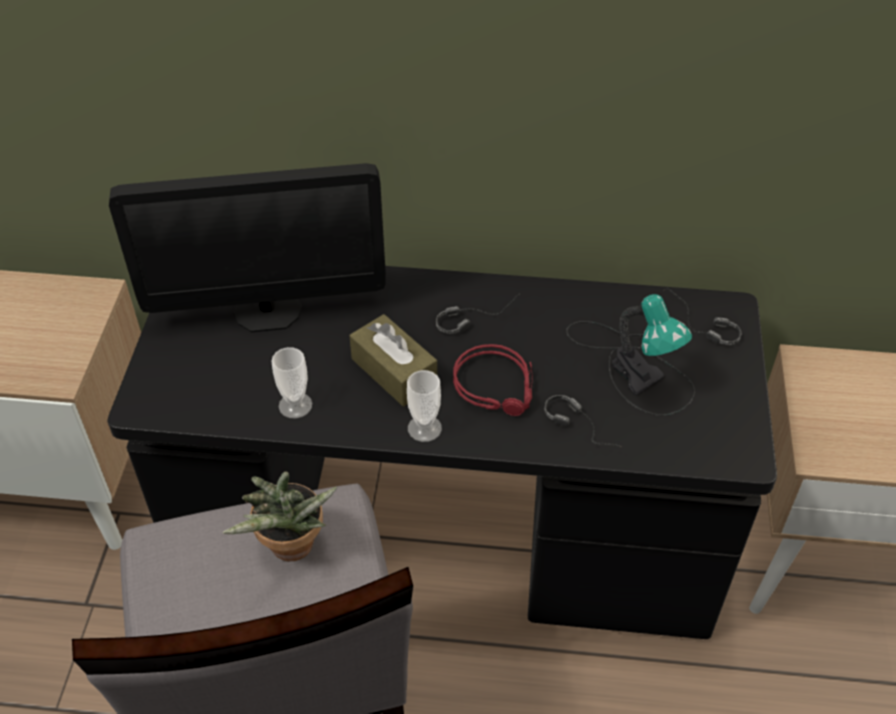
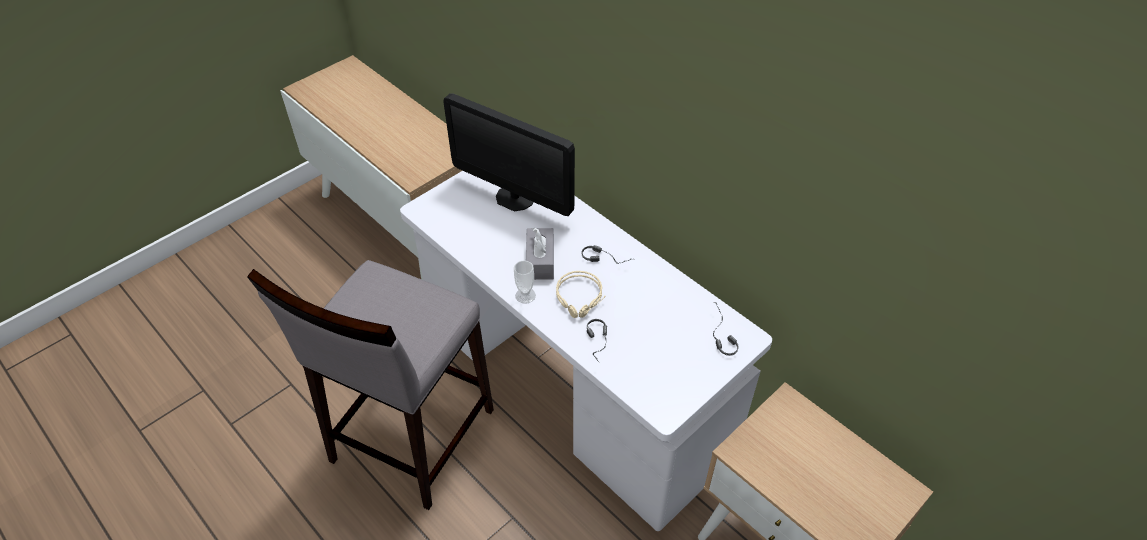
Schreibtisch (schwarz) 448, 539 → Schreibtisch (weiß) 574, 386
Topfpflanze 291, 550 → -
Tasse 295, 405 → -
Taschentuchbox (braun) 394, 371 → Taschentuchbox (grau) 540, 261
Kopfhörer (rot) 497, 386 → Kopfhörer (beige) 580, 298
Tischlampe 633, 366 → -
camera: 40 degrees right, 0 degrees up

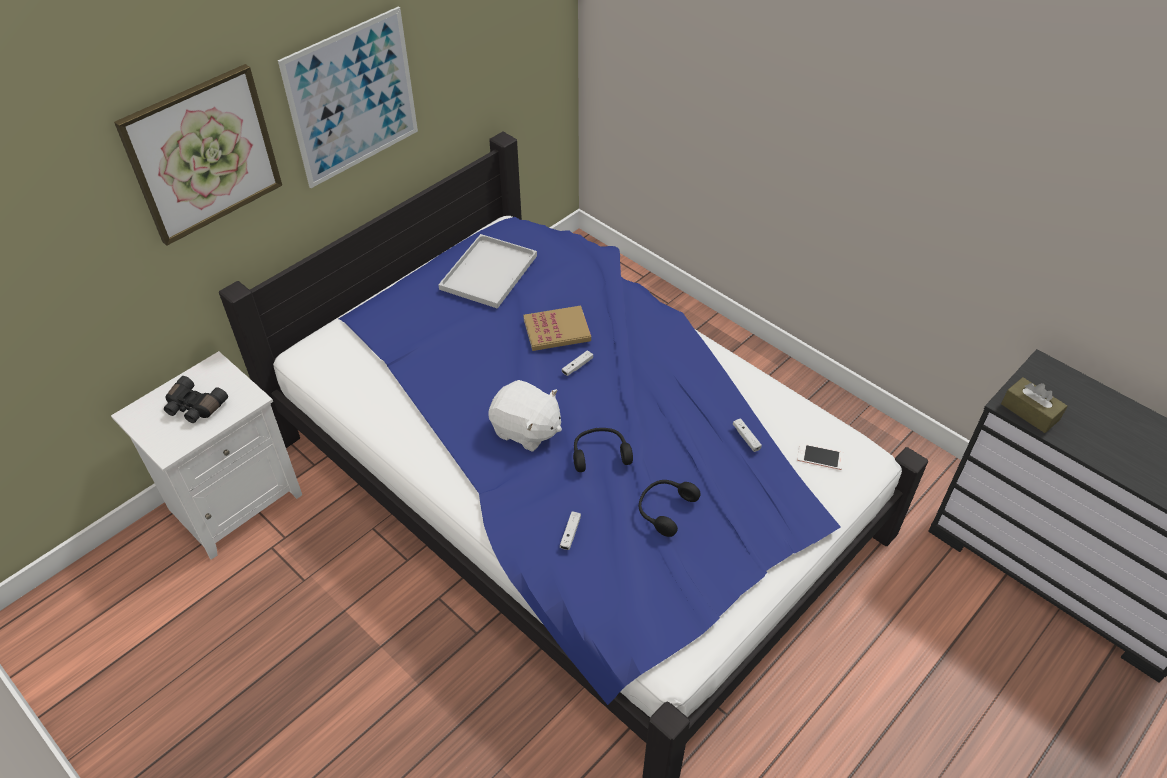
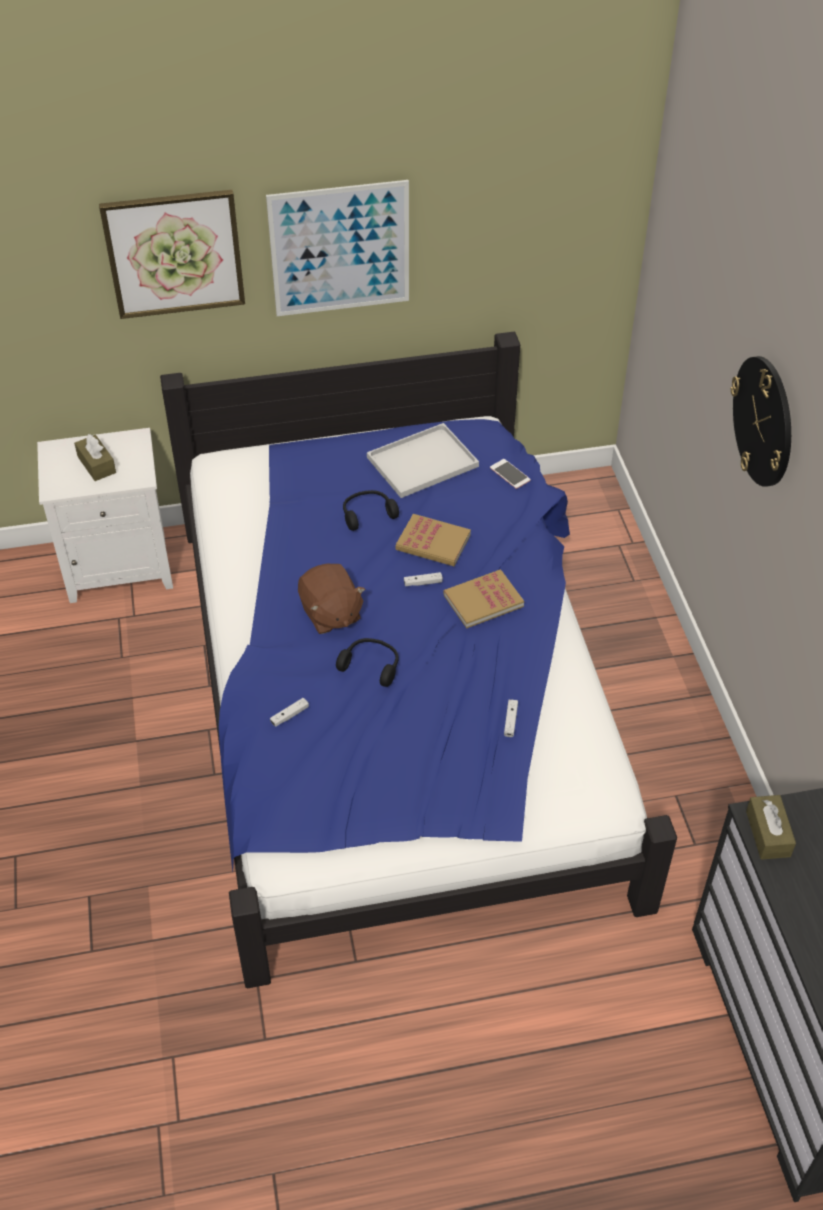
Fernglas (schwarz) 194, 407 → Taschentuchbox (braun) 96, 465
Plüschtier (weiß) 526, 430 → Plüschtier (braun) 330, 614
Kopfhörer (schwarz) 664, 509 → Kopfhörer (schwarz) 367, 514, moved
Handy 820, 457 → Handy 510, 474, moved
- → Buch 483, 601
- → Wanduhr 763, 421
camera: 35 degrees right, 0 degrees up

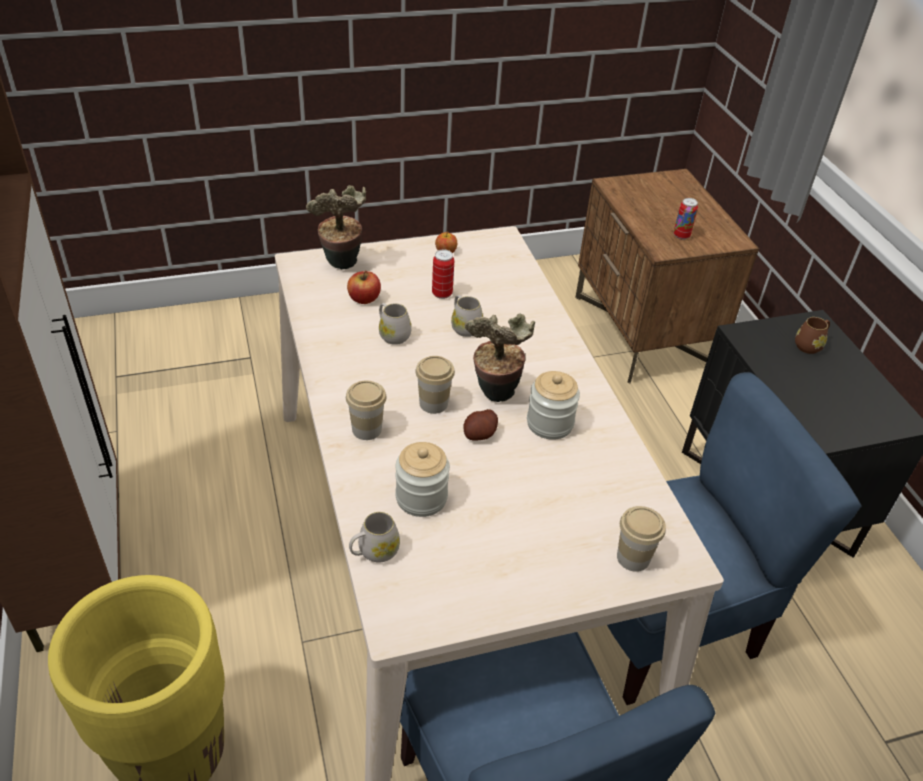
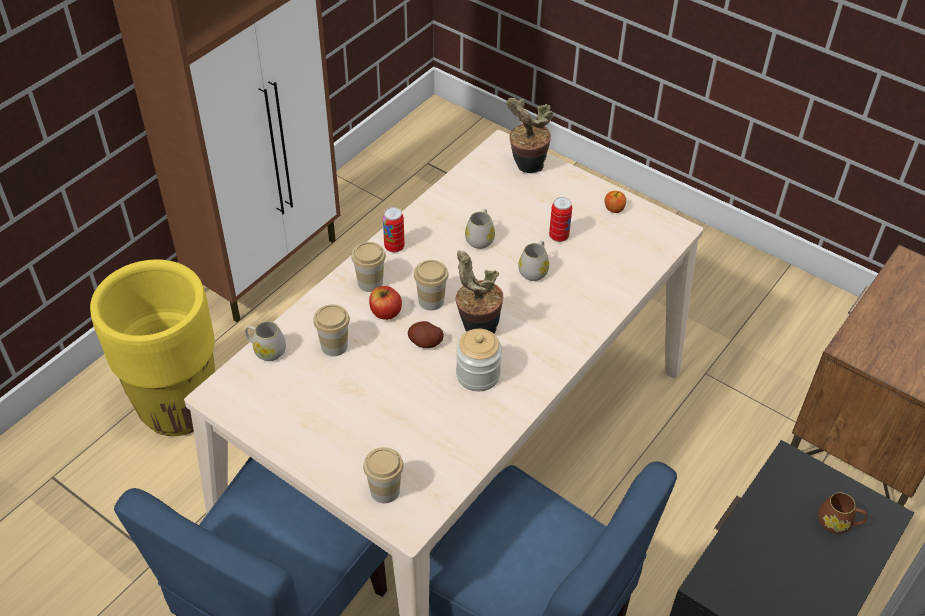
Apfel 364, 299 → Apfel 385, 312, moved
Vorratsglas 421, 497 → Tasse 334, 346
Dose 681, 236 → Dose 394, 247, moved
camera: 55 degrees right, 5 degrees up

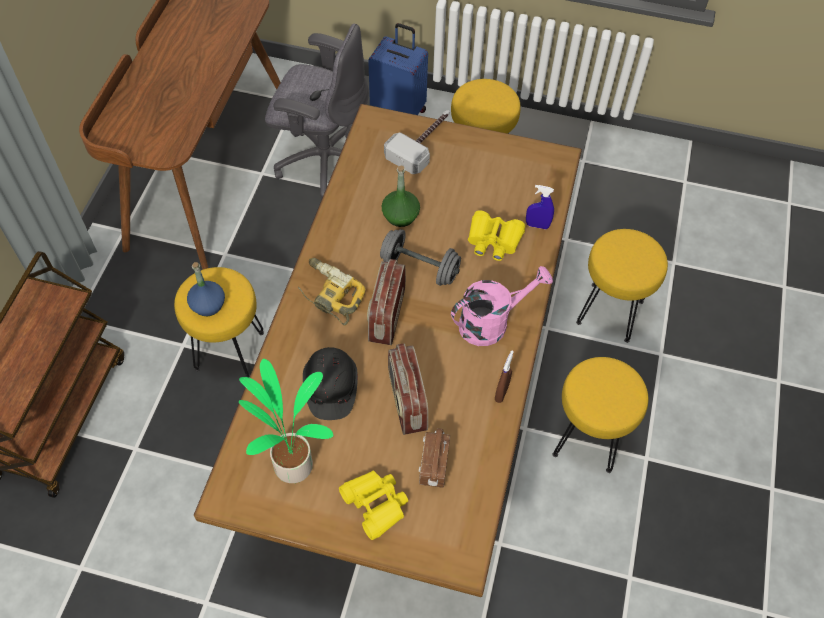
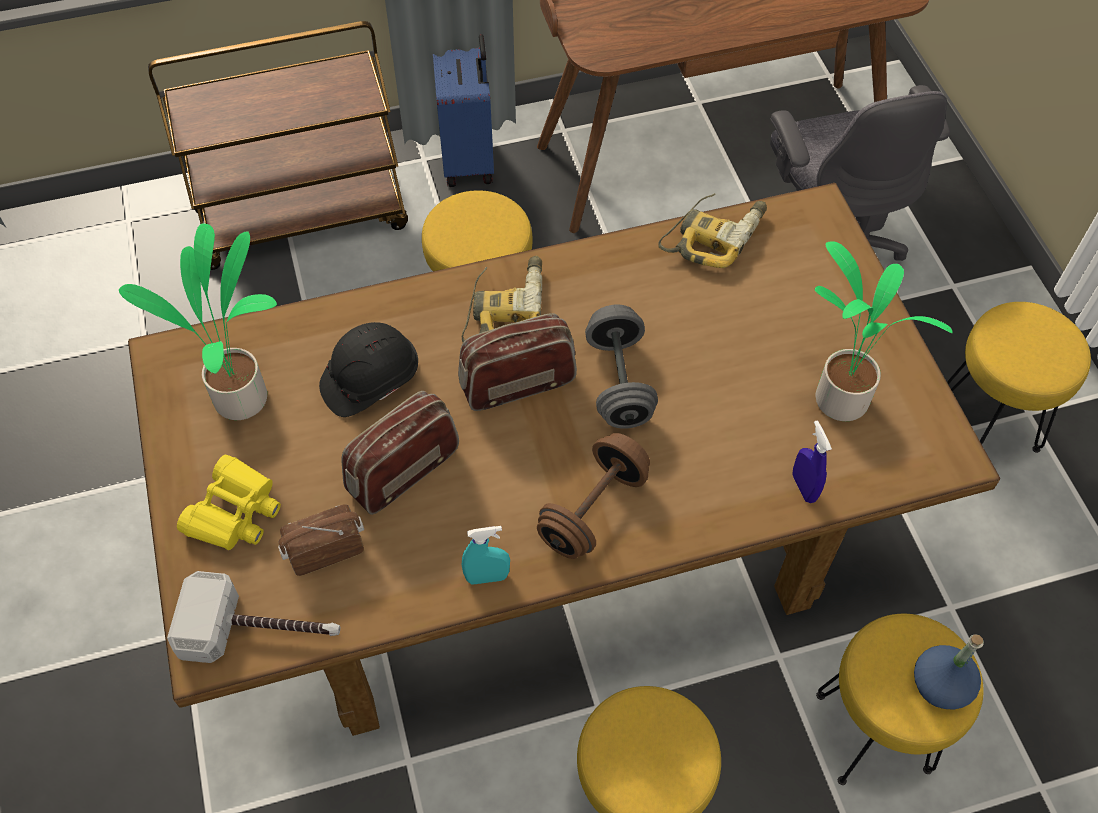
Flasche (blau) 208, 305 → Flasche (blau) 940, 684, moved
Koffer (blau) 399, 112 → Koffer (blau) 470, 161, moved
Flasche (grün) 400, 216 → -
Hammer 423, 143 → Hammer 262, 629, moved
Gießkanne (rosa) 491, 322 → Hantel (braun) 593, 510
Fernglas (gelb) 493, 240 → -
Sprühflasche (braun) 501, 392 → Sprühflasche (türkis) 487, 577
- → Bohrmaschine 714, 235
- → Topfpflanze 837, 400
camera: 60 degrees right, 0 degrees up

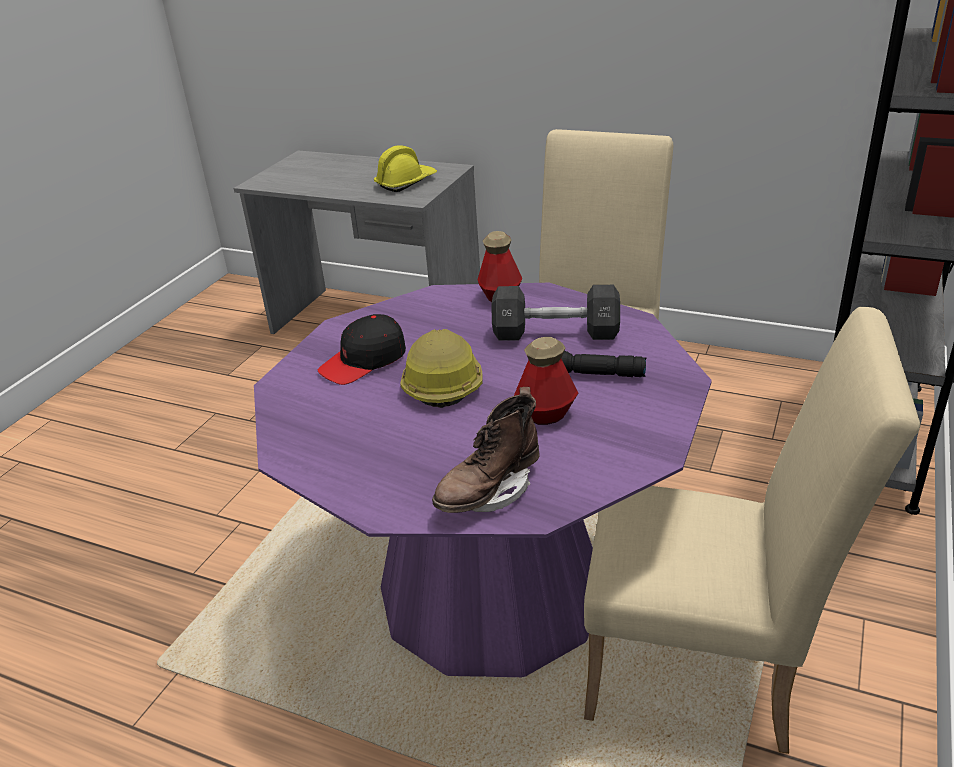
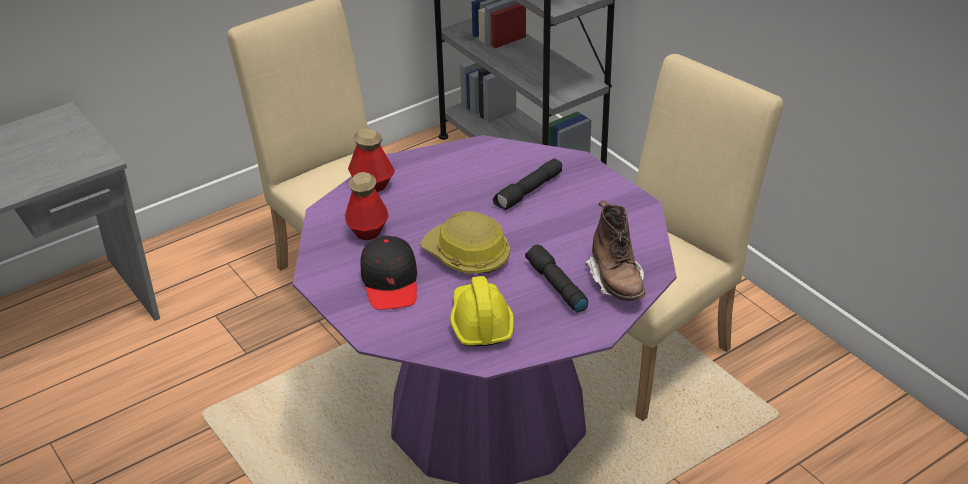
Schutzhelm (gelb) 406, 183 → Schutzhelm (gelb) 480, 322, moved
Hantel (schwarz) 556, 333 → -
Flasche 546, 414 → Flasche 368, 231, moved
- → Taschenlampe (schwarz) 555, 286
camera: 60 degrees left, 5 degrees up

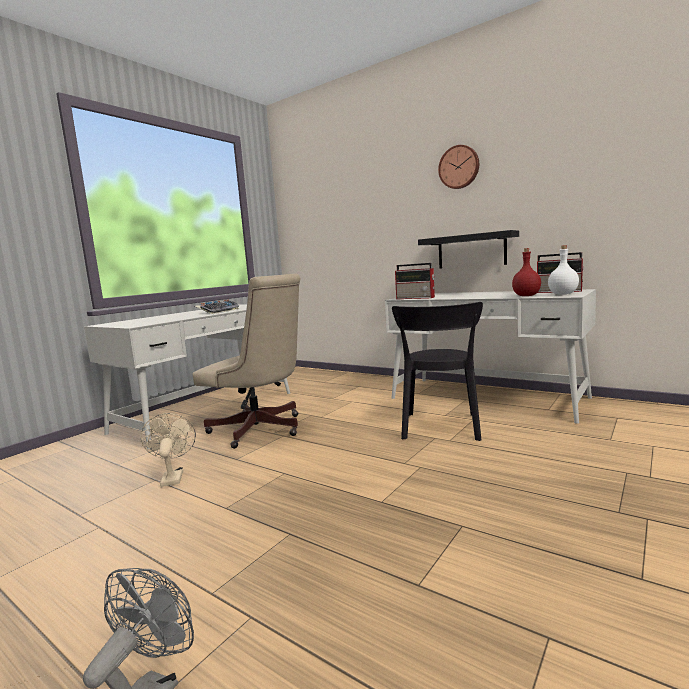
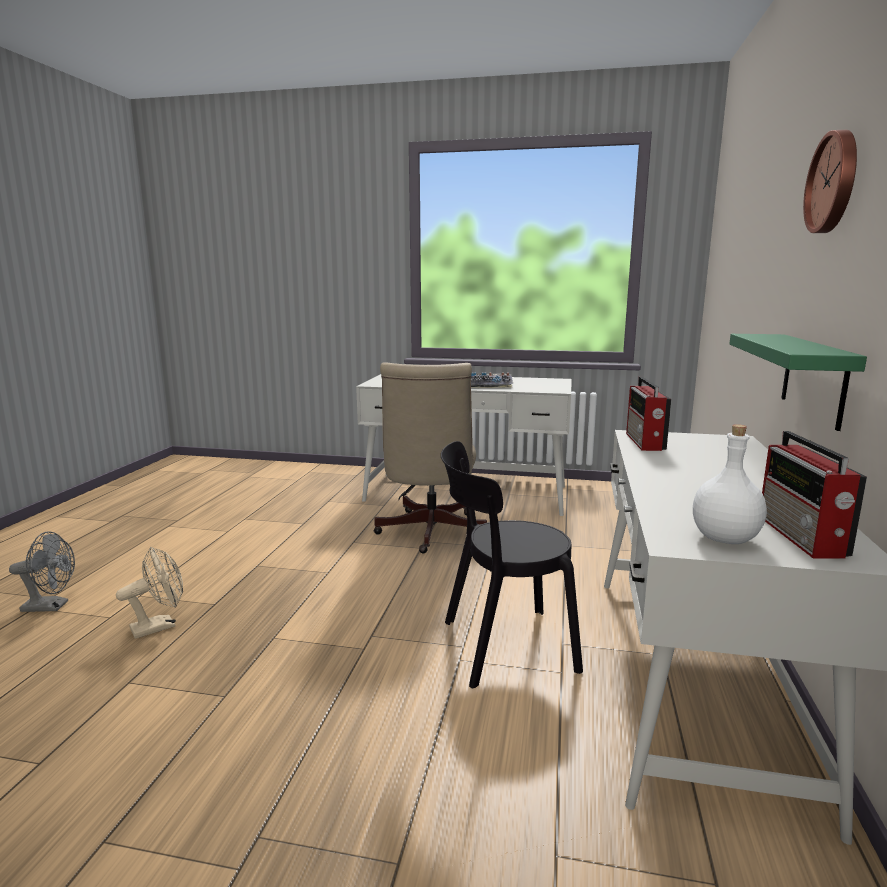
Ventilator (beige) 172, 477 → Ventilator (beige) 160, 626, moved
Wandregal (schwarz) 471, 251 → Wandregal (grün) 813, 378
Flasche (rot) 526, 296 → -
camera: 65 degrees right, 5 degrees up

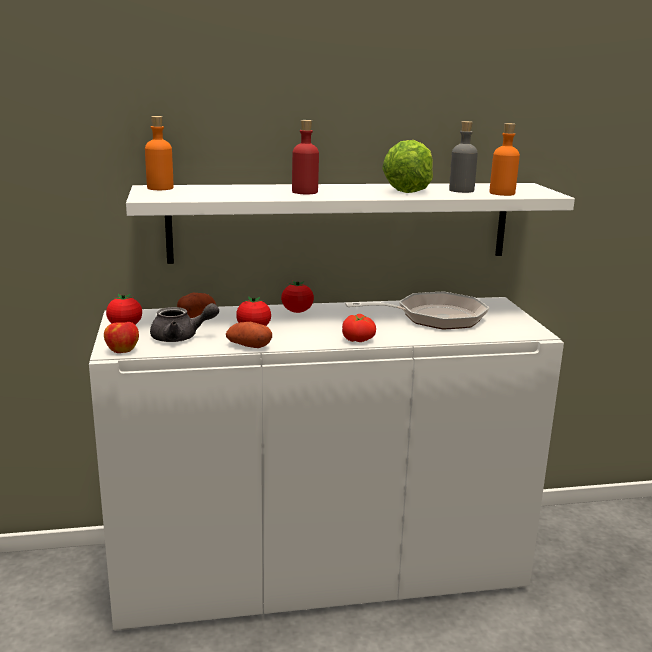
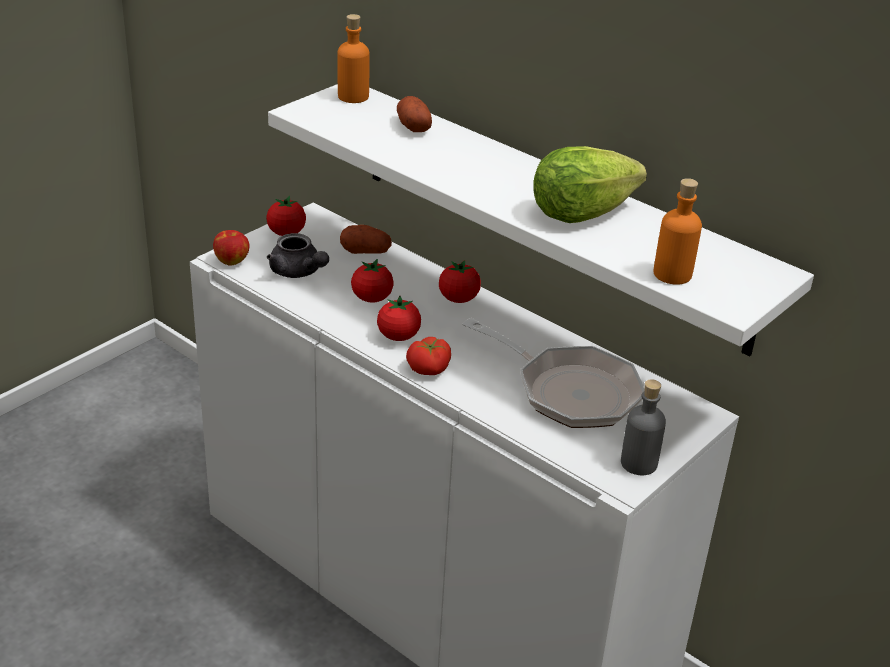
Kartoffel 248, 346 → Kartoffel 413, 126, moved
Flasche (rot) 305, 192 → -
Flasche (grau) 461, 190 → Flasche (grau) 639, 463, moved
- → Tomate 398, 336
camera: 50 degrees right, 15 degrees up

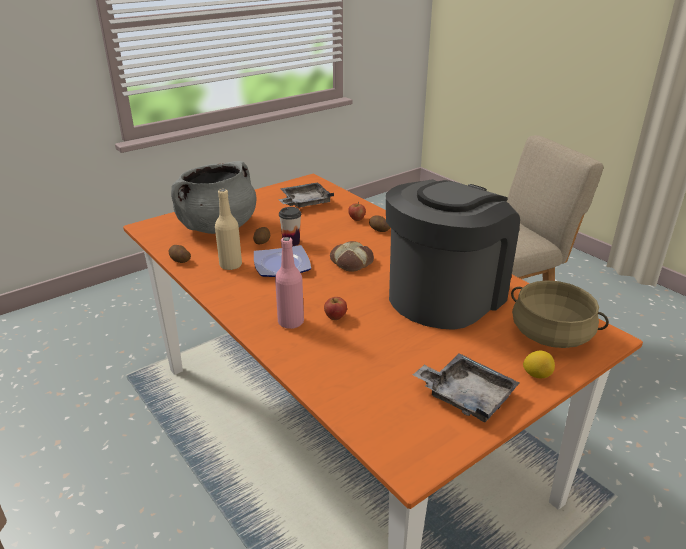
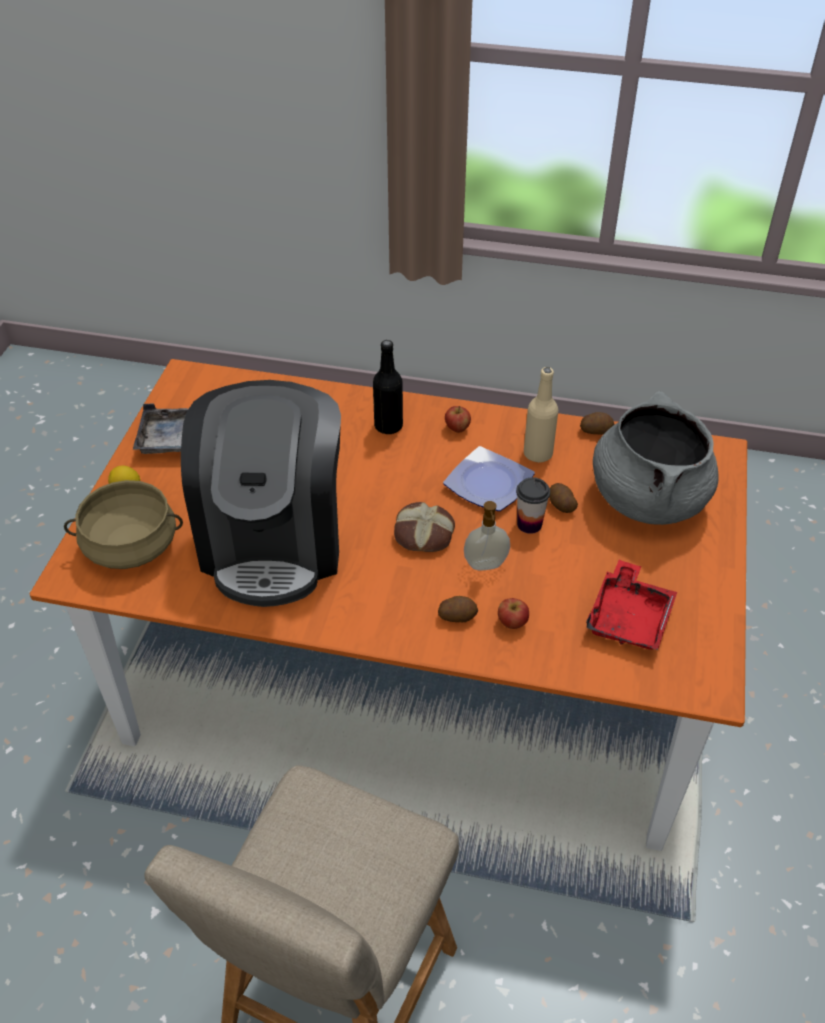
Flasche (rosa) 291, 322 → Flasche (schwarz) 388, 426
Tablett (grau) 305, 202 → Tablett (rot) 629, 617
Apfel 335, 317 → Apfel 457, 428, moved
- → Seifenspender 486, 565
camera: 140 degrees right, 15 degrees up

